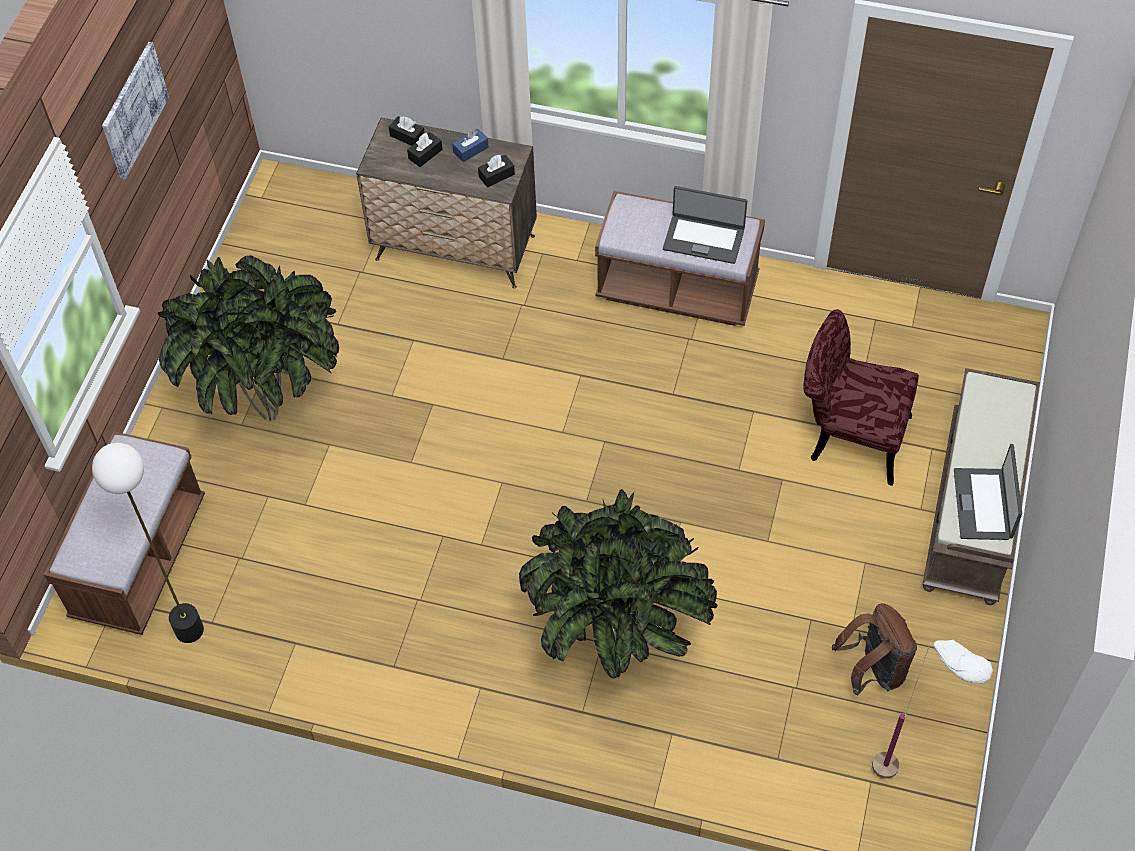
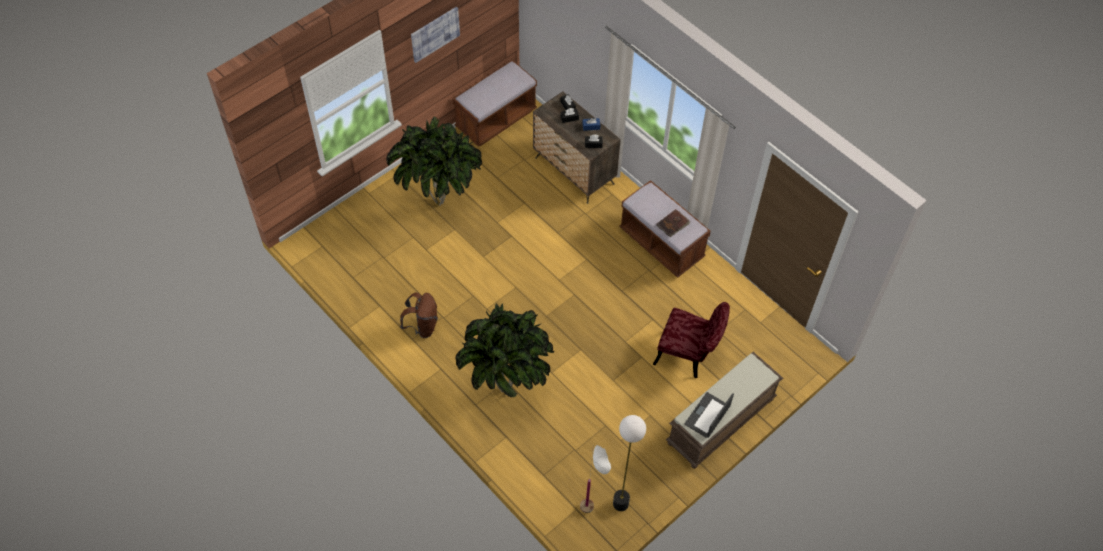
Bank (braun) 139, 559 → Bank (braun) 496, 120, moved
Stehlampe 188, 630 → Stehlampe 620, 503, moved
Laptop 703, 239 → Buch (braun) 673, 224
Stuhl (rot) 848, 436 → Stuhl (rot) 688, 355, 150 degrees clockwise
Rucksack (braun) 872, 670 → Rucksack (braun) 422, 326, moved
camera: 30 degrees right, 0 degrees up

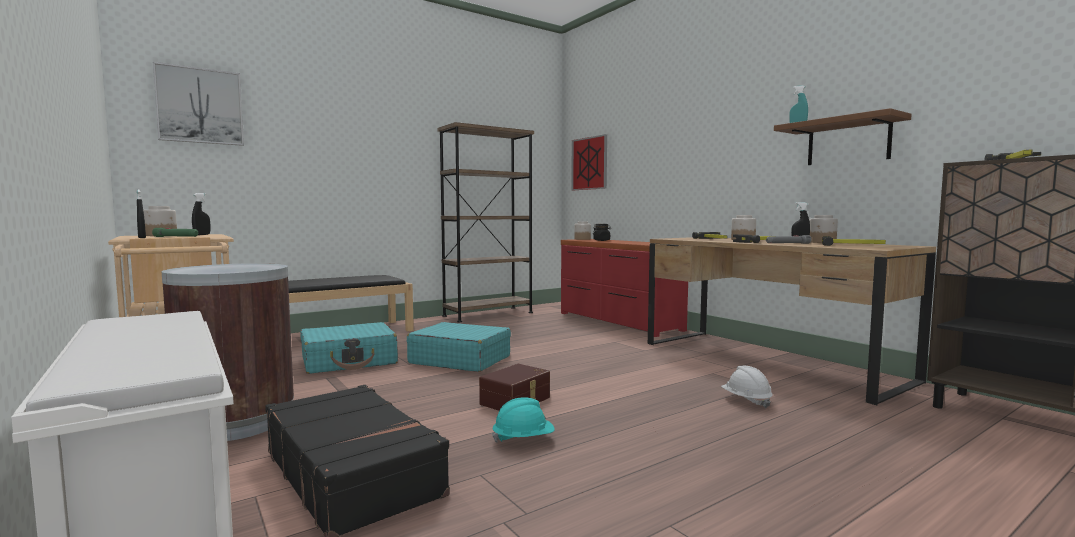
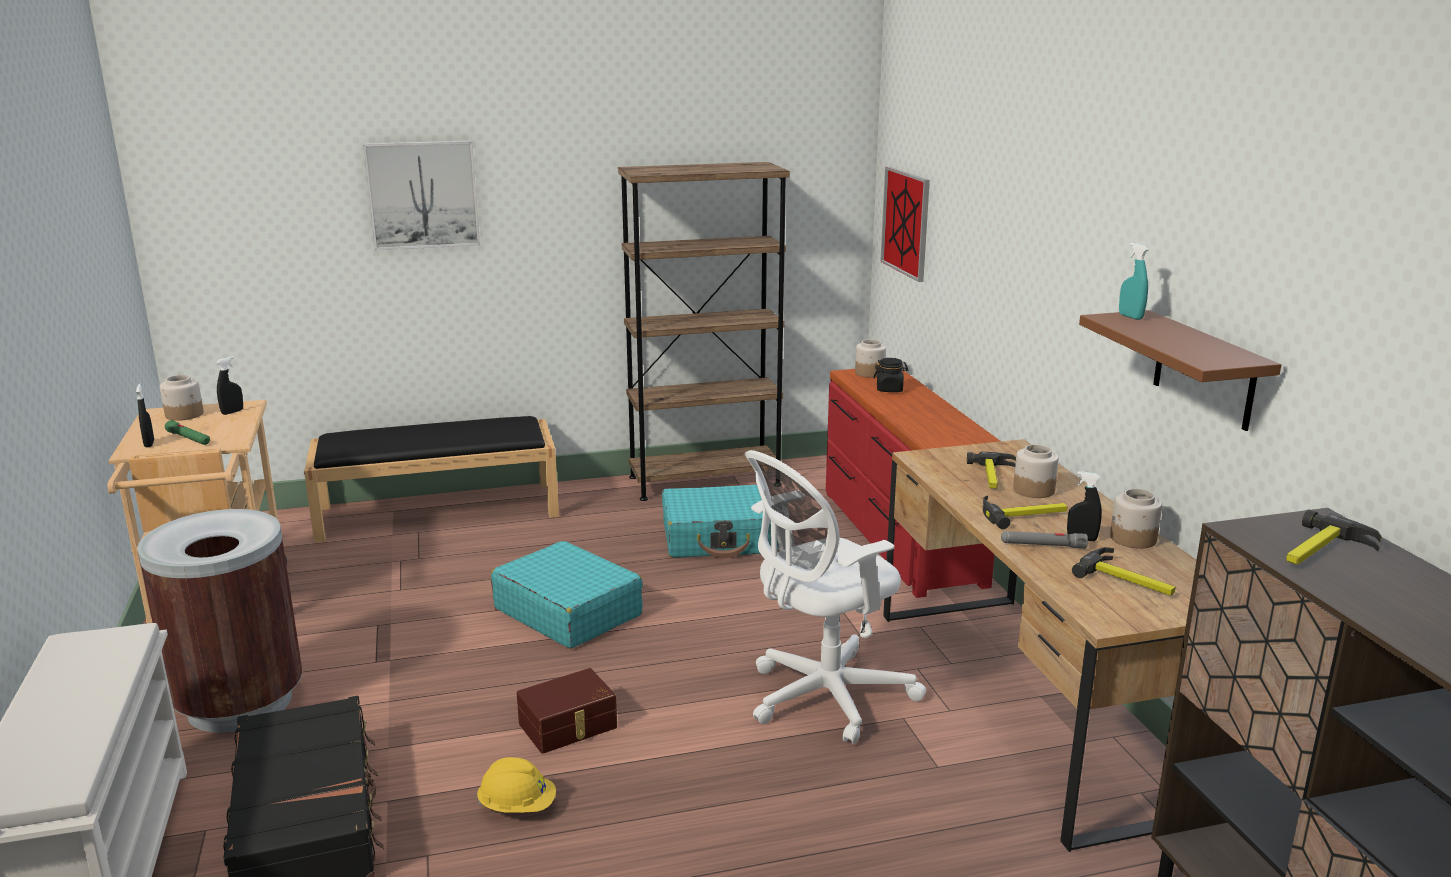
Bild 200, 106 → Bild 423, 195, moved
Koffer (türkis) 349, 361 → Koffer (türkis) 719, 538, moved
Schutzhelm (türkis) 523, 439 → Schutzhelm (gelb) 517, 806
Schutzhelm (weiß) 746, 401 → -
- → Bürostuhl (weiß) 822, 698
camera: 20 degrees right, 15 degrees up

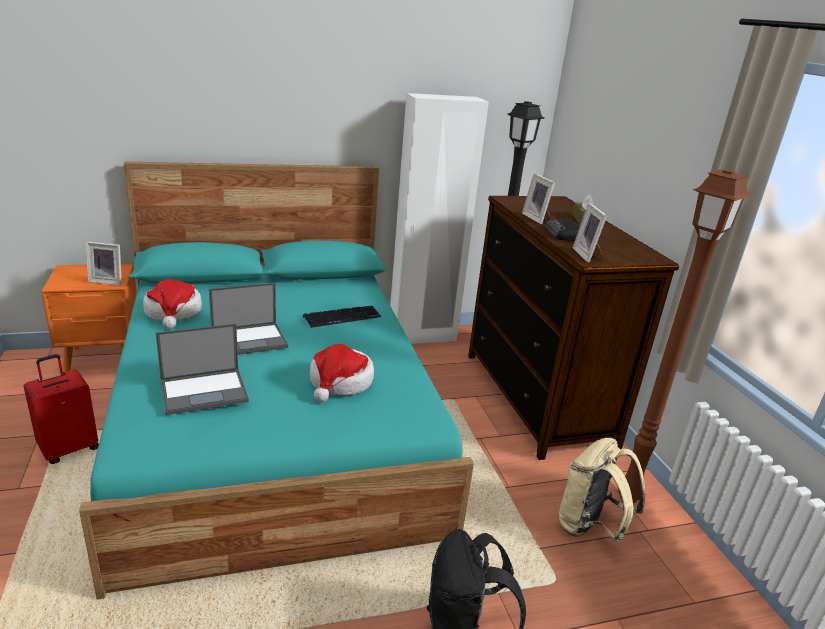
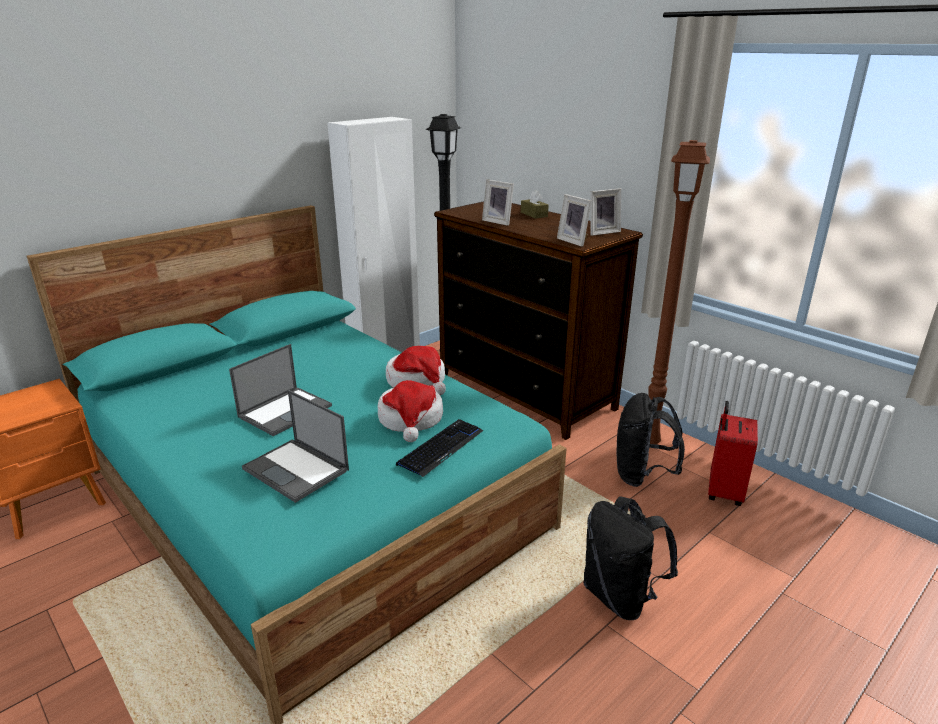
Koffer (rot) 69, 449 → Koffer (rot) 723, 492, moved
Bilderrahmen 108, 281 → Bilderrahmen 602, 232, moved
Hut 173, 312 → Hut 417, 381, moved
Laptop 205, 391 → Laptop 297, 470, 90 degrees clockwise
Tastatur 342, 317 → Tastatur 441, 448, moved
Radio 562, 234 → -
Rucksack (beige) 590, 527 → Rucksack (schwarz) 641, 475
camera: 25 degrees left, 0 degrees up

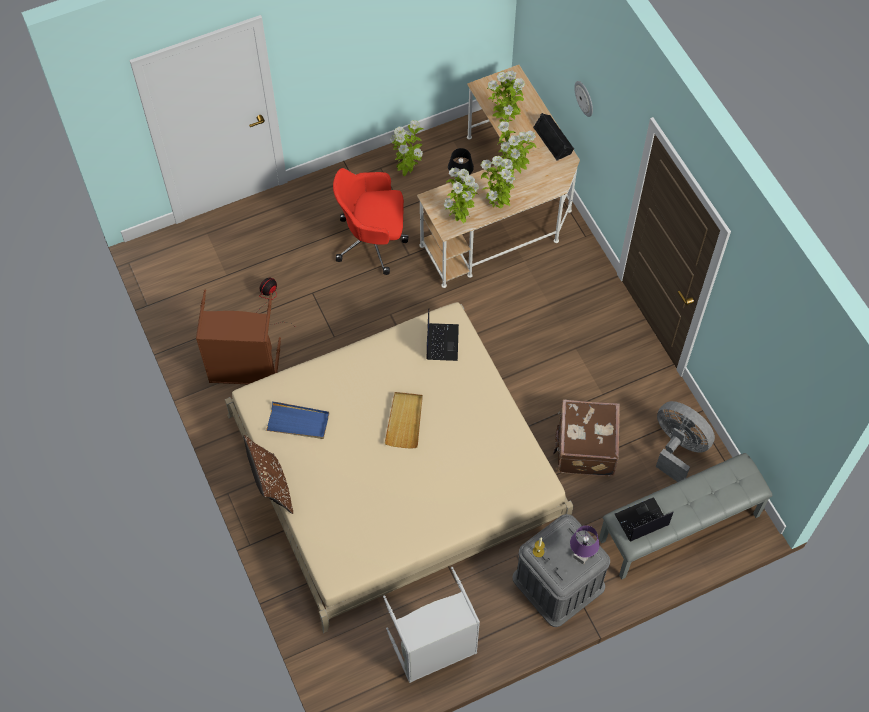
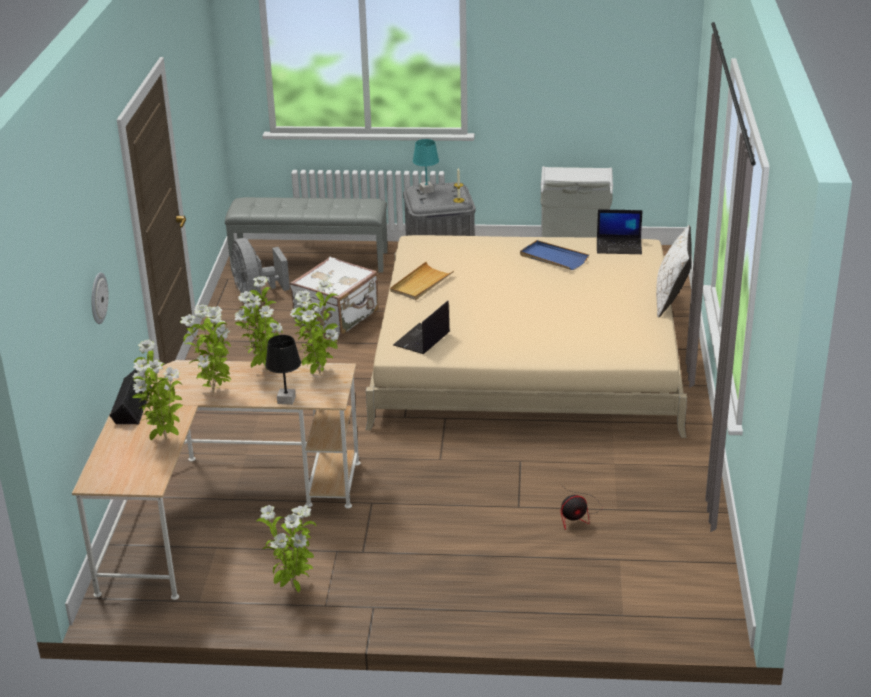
Wäschekorb (braun) 244, 368 → -
Kissen (braun) 272, 487 → Kissen (weiß) 671, 300
Tablett (blau) 298, 422 → Tablett (blau) 553, 258, moved
Bürostuhl (rot) 373, 241 → -
Tablett (beige) 405, 421 → Tablett (beige) 421, 284, moved
Koffer (braun) 584, 448 → Koffer (weiß) 338, 317
Tischlampe (lila) 581, 556 → Tischlampe (türkis) 426, 190
Laptop 641, 520 → Laptop 619, 246, moved
camera: 150 degrees left, 30 degrees down

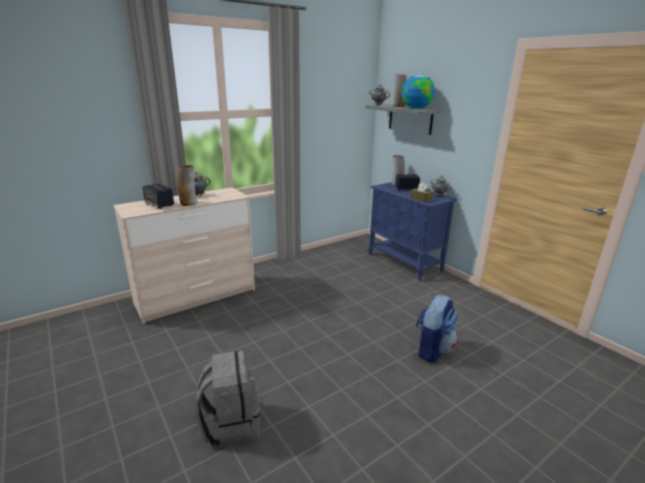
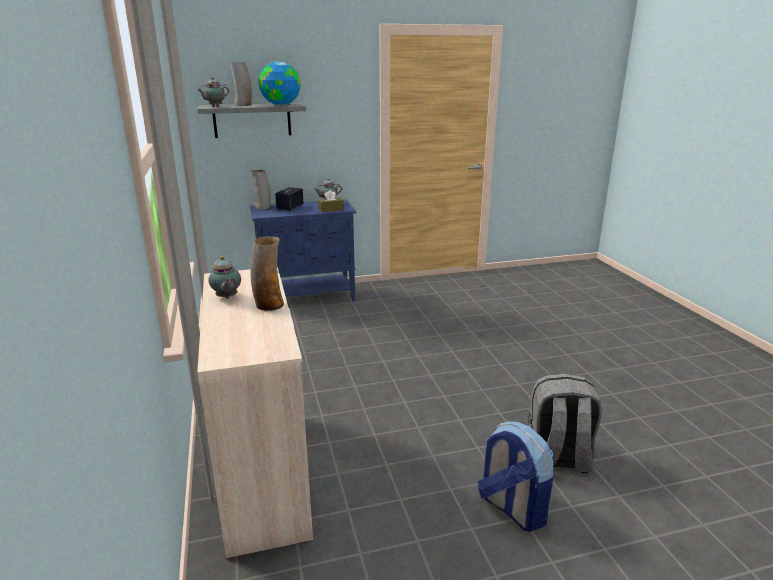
Lautsprecher 159, 205 → -
Rucksack 432, 350 → Rucksack 511, 508, moved
camera: 70 degrees left, 0 degrees up

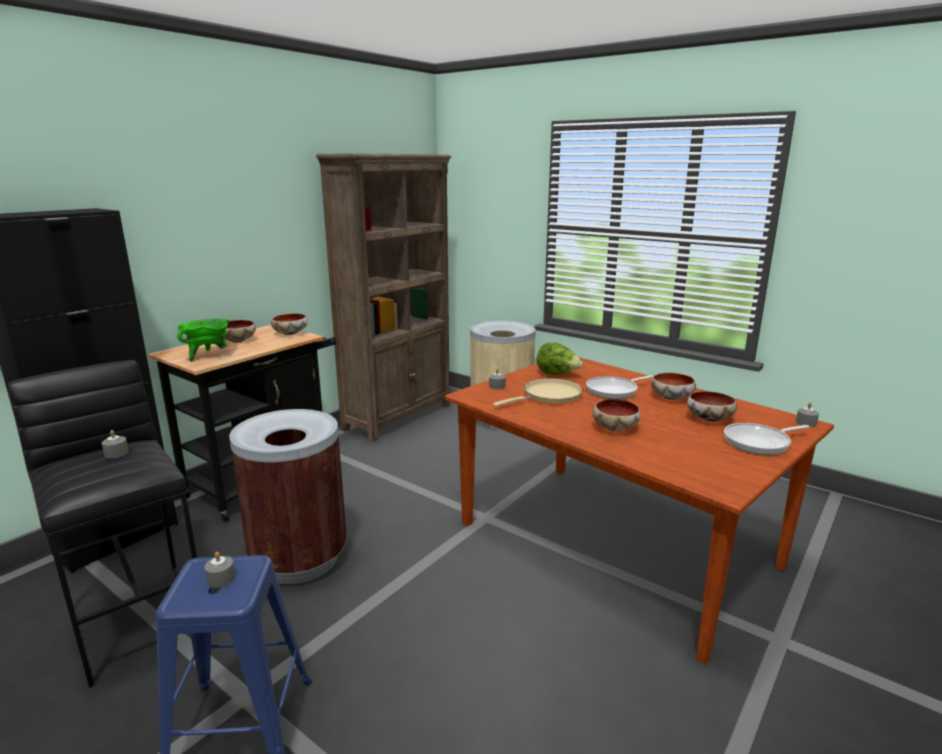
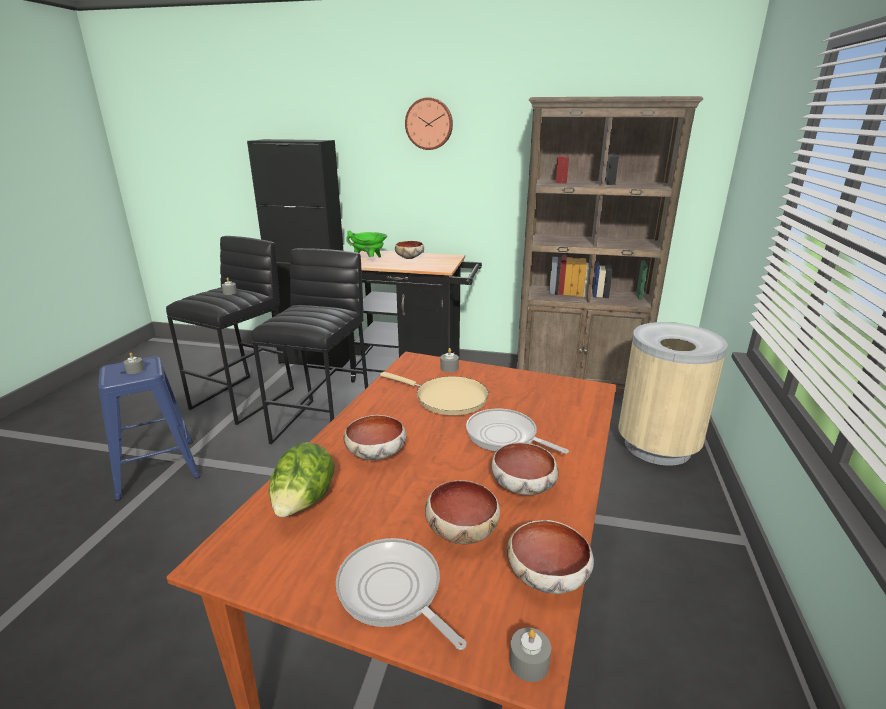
Mülleimer (braun) 299, 559 → Hocker (schwarz) 324, 425
Schüssel 291, 333 → Schüssel 548, 575, moved
Salatkopf 557, 374 → Salatkopf 304, 504, moved
- → Wanduhr 429, 124
camera: 65 degrees right, 5 degrees up

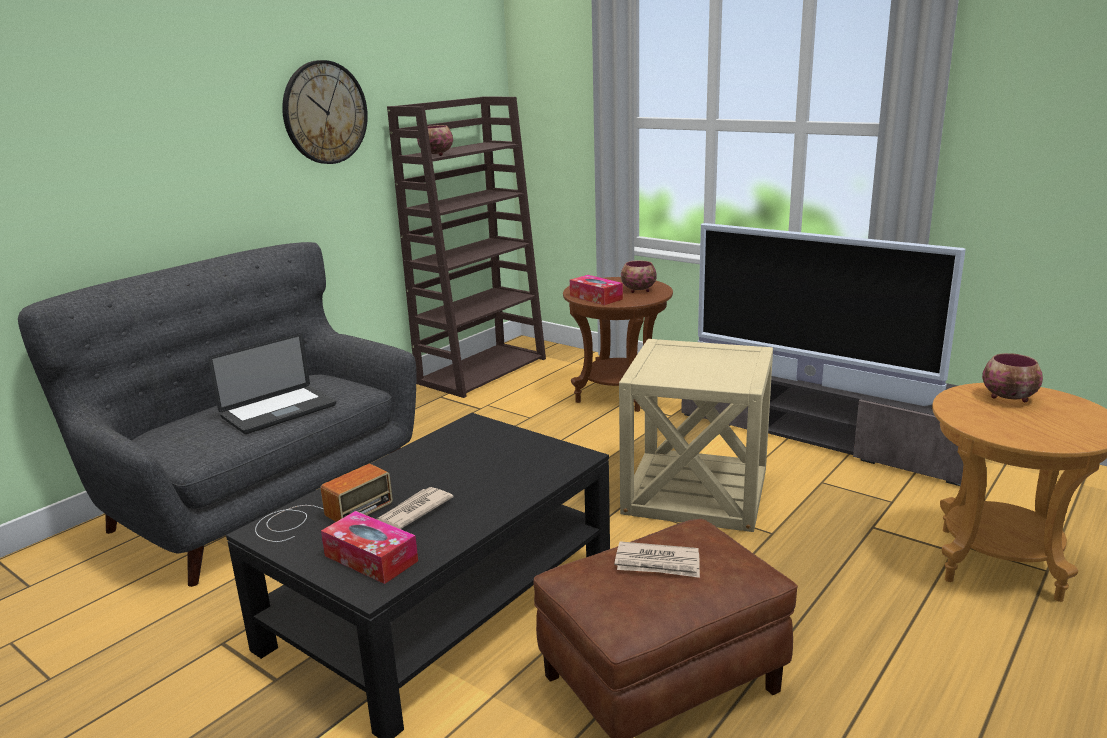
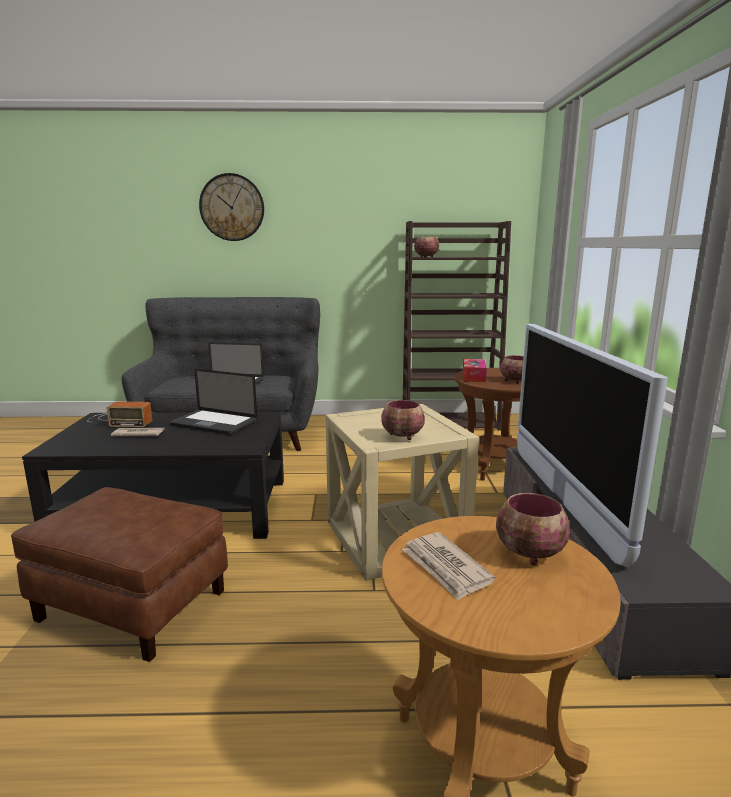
Wanduhr 325, 112 → Wanduhr 232, 207, moved
Taschentuchbox 371, 558 → -
Zeitung 658, 563 → Zeitung 446, 568, moved
- → Laptop 213, 423
- → Schüssel 403, 436
camera: 50 degrees right, 5 degrees down

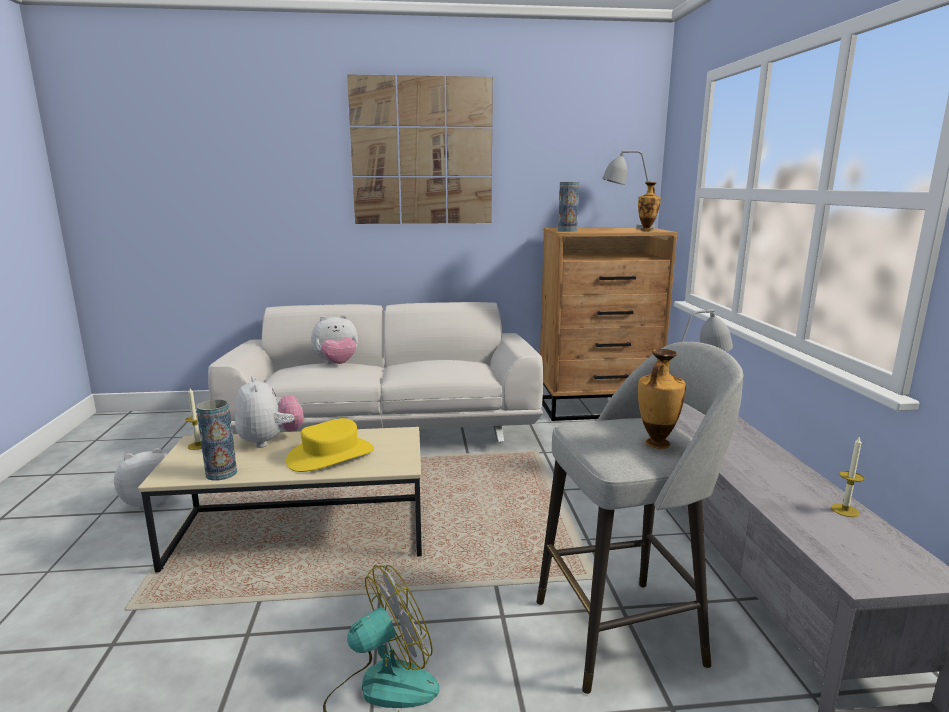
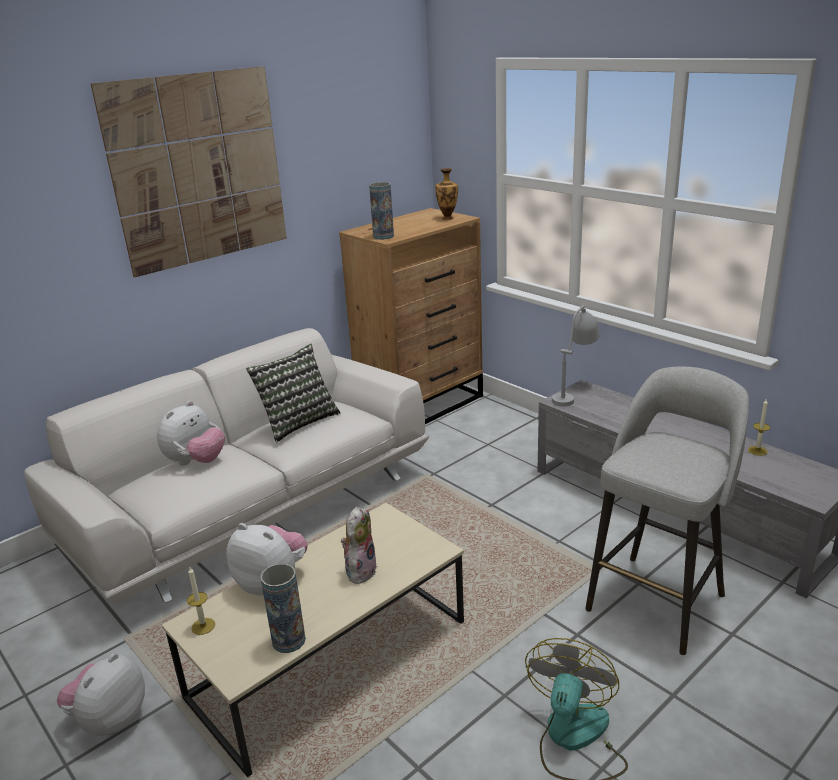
Hut (gelb) 331, 456 → Plüschtier 360, 570
Tischlampe (grau) 625, 228 → -
Vase 656, 444 → -
- → Kissen 297, 422
camera: 35 degrees left, 10 degrees up

